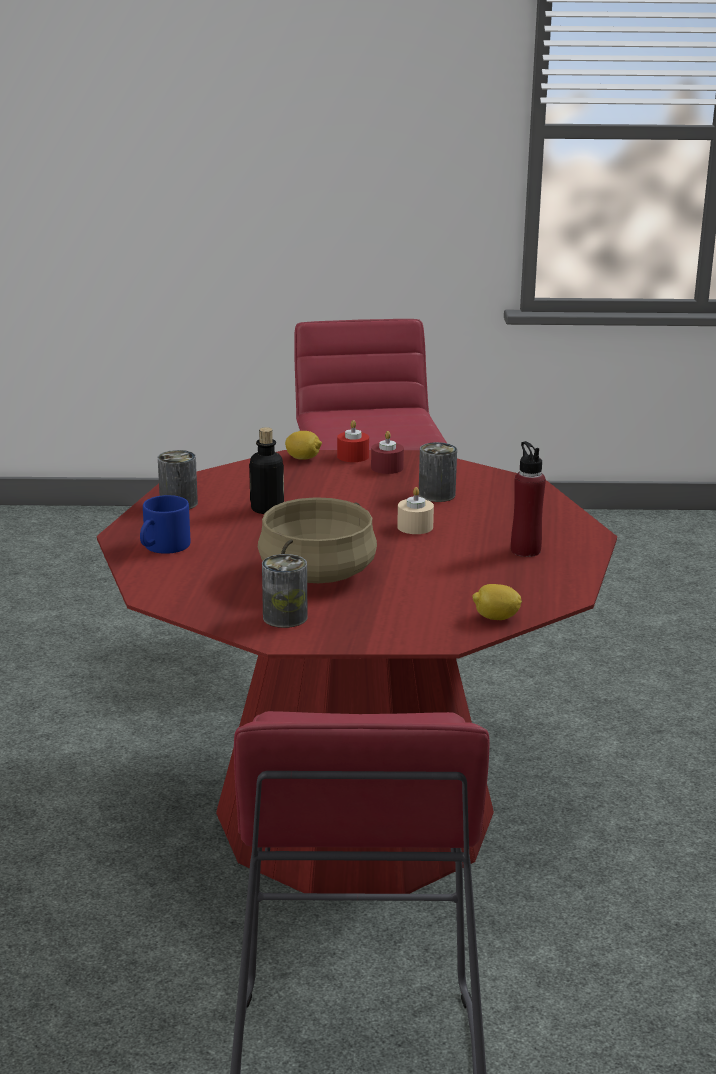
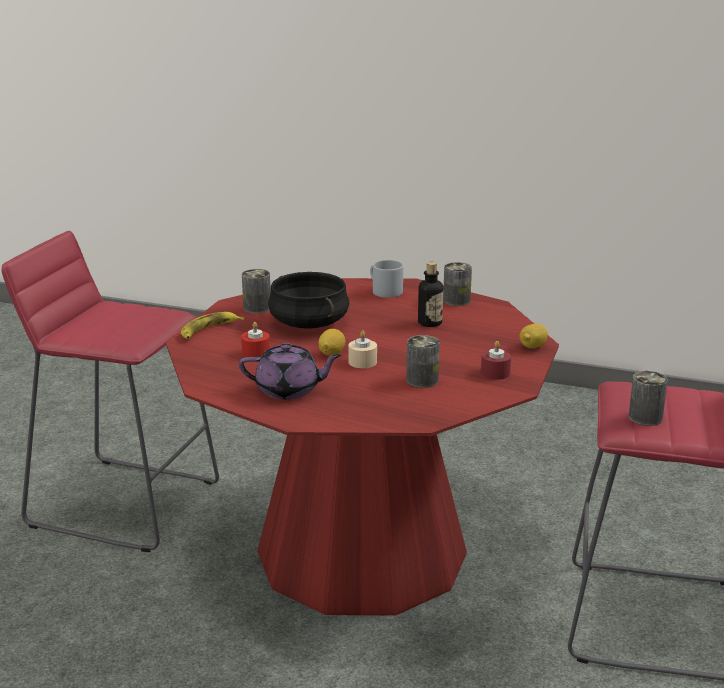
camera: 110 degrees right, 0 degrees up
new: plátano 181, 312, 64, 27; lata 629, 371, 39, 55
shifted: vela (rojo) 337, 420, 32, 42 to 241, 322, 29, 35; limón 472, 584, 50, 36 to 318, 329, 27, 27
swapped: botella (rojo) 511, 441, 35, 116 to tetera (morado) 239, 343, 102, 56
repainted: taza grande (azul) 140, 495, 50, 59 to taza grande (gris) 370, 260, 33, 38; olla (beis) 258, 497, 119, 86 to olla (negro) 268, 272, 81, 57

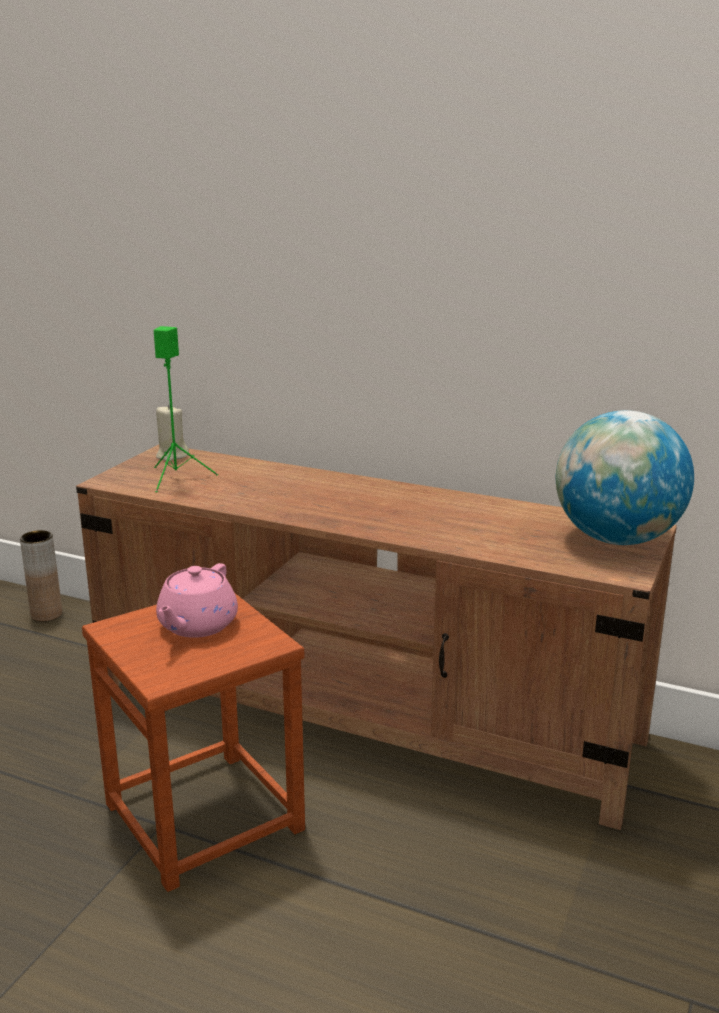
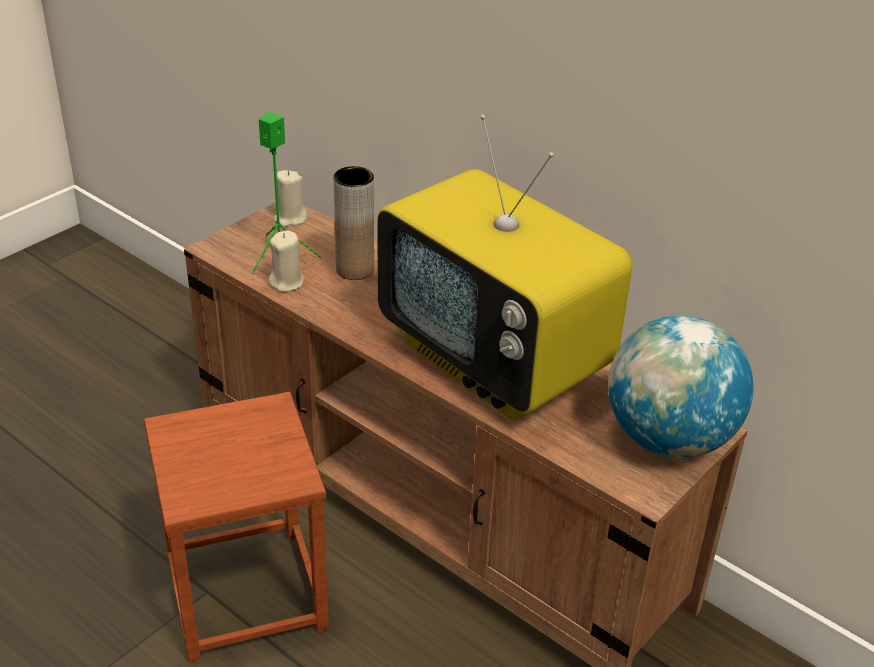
camera: 15 degrees right, 15 degrees up
gone: tetera (rosa) 156, 563, 82, 75
new: vela (beis) 268, 230, 37, 62; televisor 377, 114, 255, 306
shifted: florero (marrón) 20, 530, 42, 92 to 333, 166, 41, 114

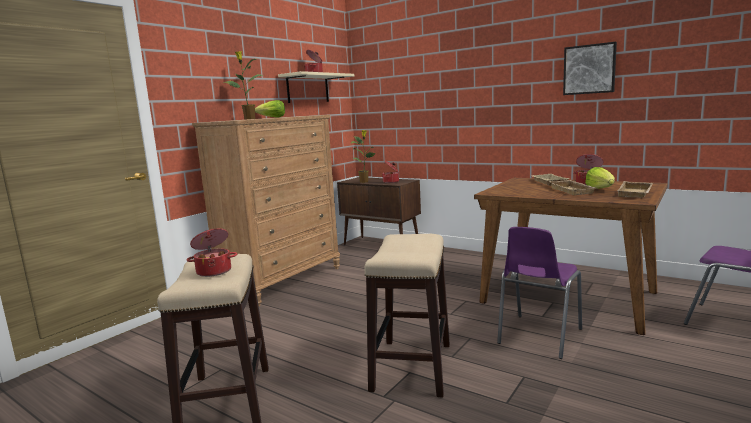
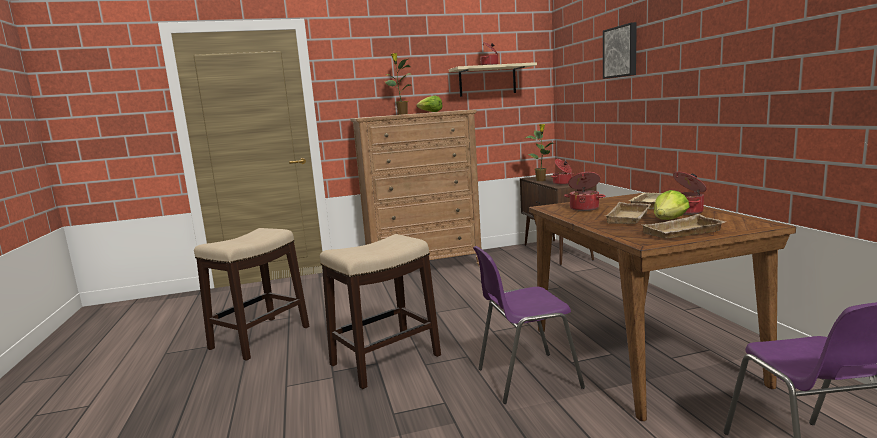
camera: 40 degrees right, 0 degrees up
shifted: olla 186, 228, 51, 49 to 564, 172, 41, 39; cuadro 563, 42, 54, 53 to 603, 22, 34, 57

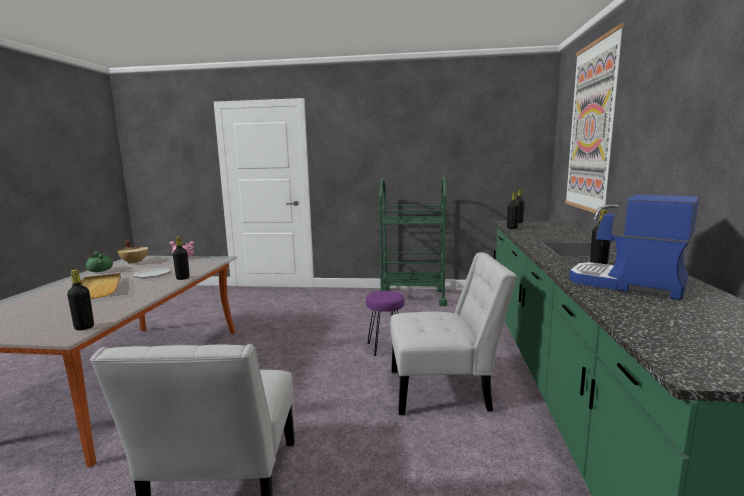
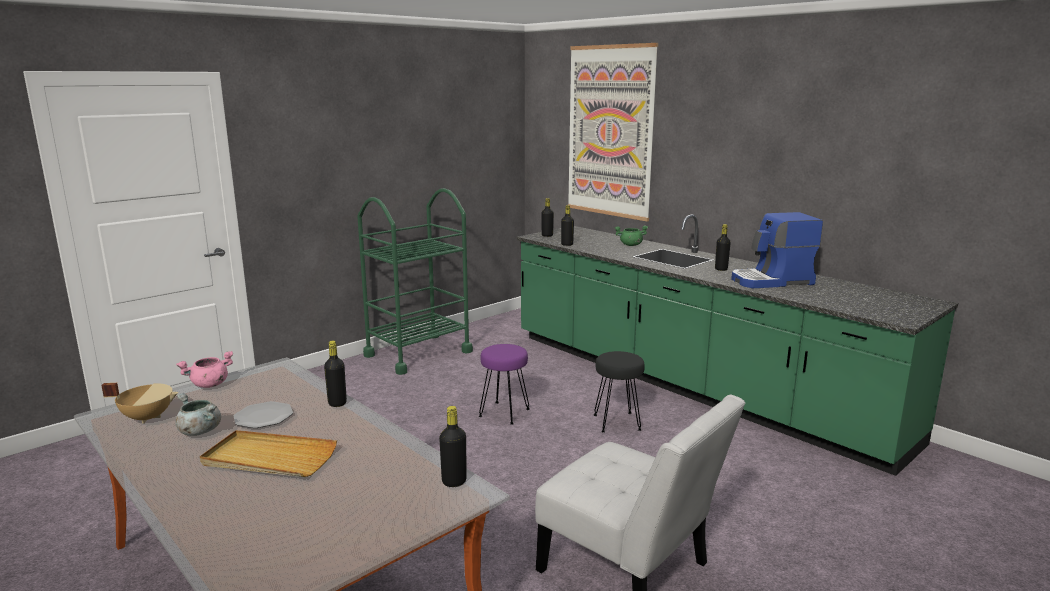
camera: 50 degrees left, 5 degrees up
new: olla (gris) 176, 393, 45, 43
shifted: olla (verde) 86, 251, 27, 21 to 614, 226, 34, 20
swapped: silla (blanco) 390, 252, 127, 163 to taburete (negro) 593, 351, 52, 82

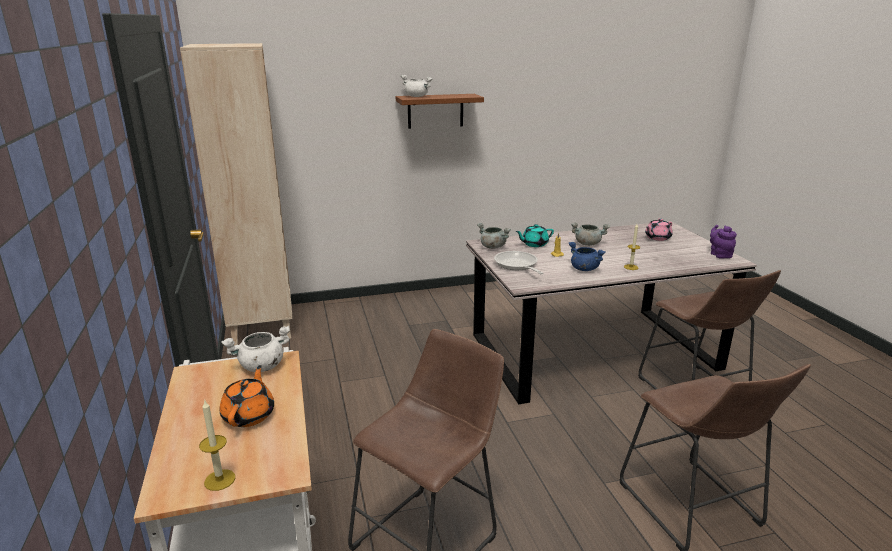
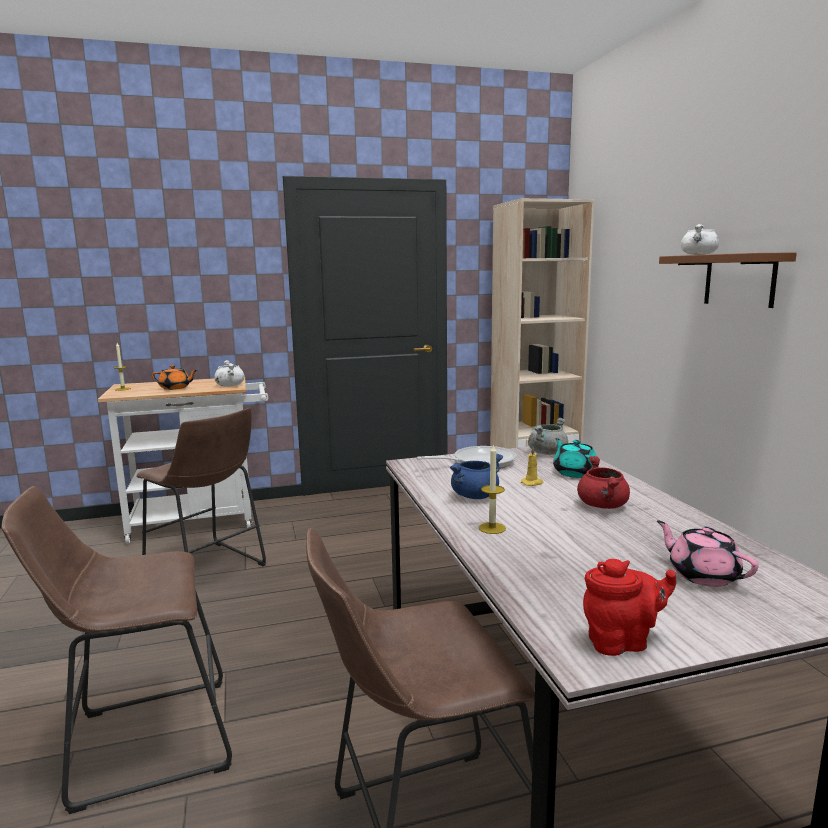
camera: 90 degrees right, 10 degrees down
repainted: olla (gris) 571, 223, 39, 23 to olla (rojo) 577, 456, 53, 53; tetera (morado) 710, 225, 27, 34 to tetera (rojo) 583, 559, 93, 97

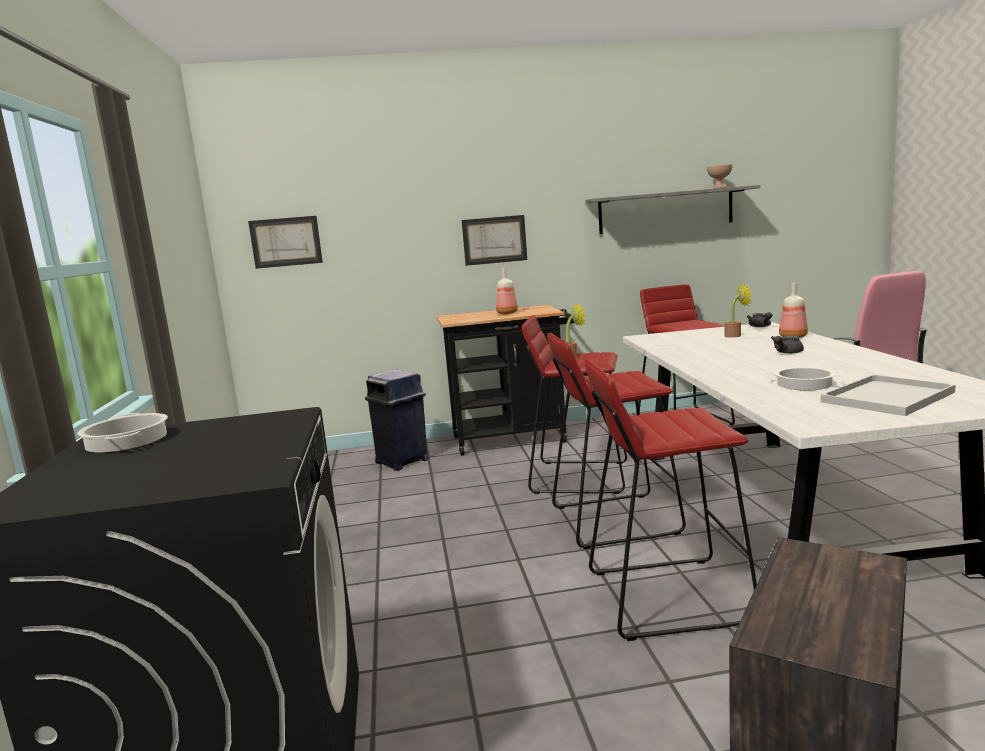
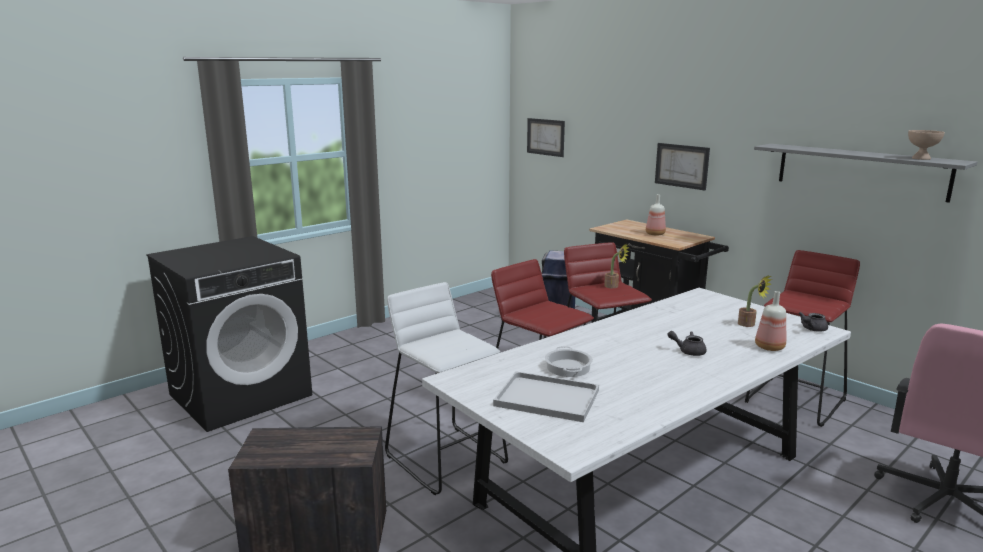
camera: 55 degrees right, 5 degrees up
gone: olla 77, 413, 91, 40
repainted: taburete (rojo) 585, 359, 172, 282 to taburete (blanco) 385, 282, 123, 213

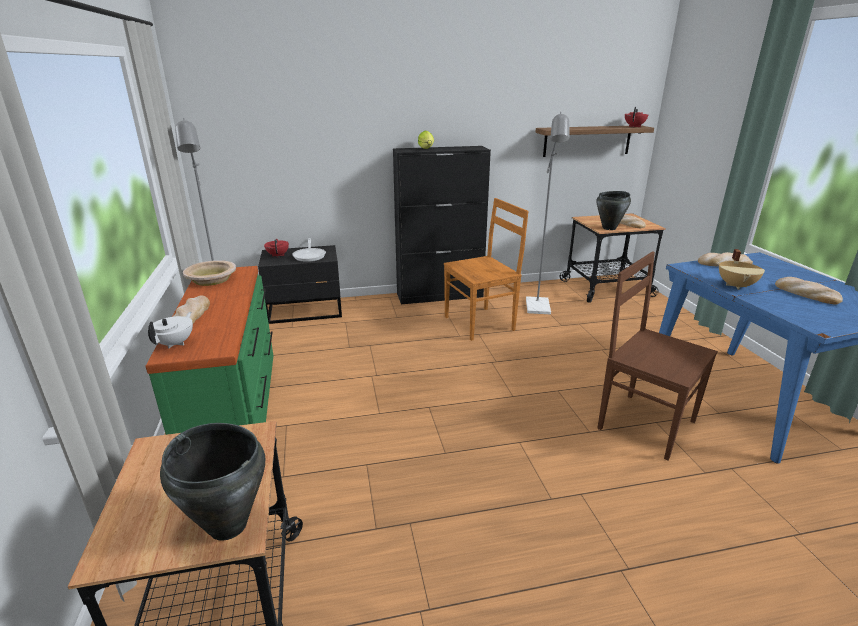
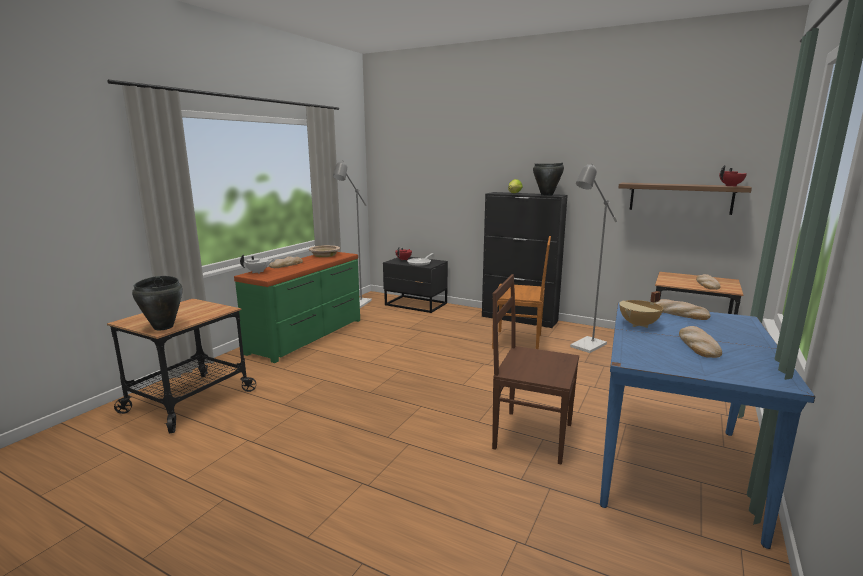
camera: 40 degrees right, 10 degrees down
shifted: olla (negro) 597, 191, 34, 39 to 533, 163, 31, 33
rotated: silla (marrón) 597, 252, 121, 209 = 492, 274, 87, 191 60 degrees counterclockwise

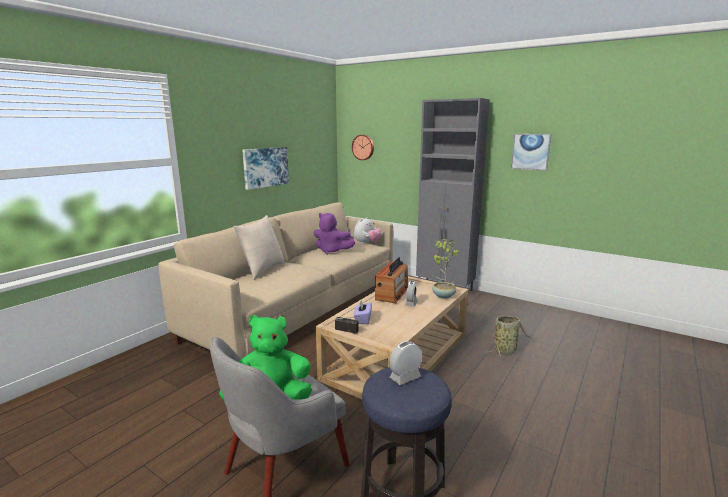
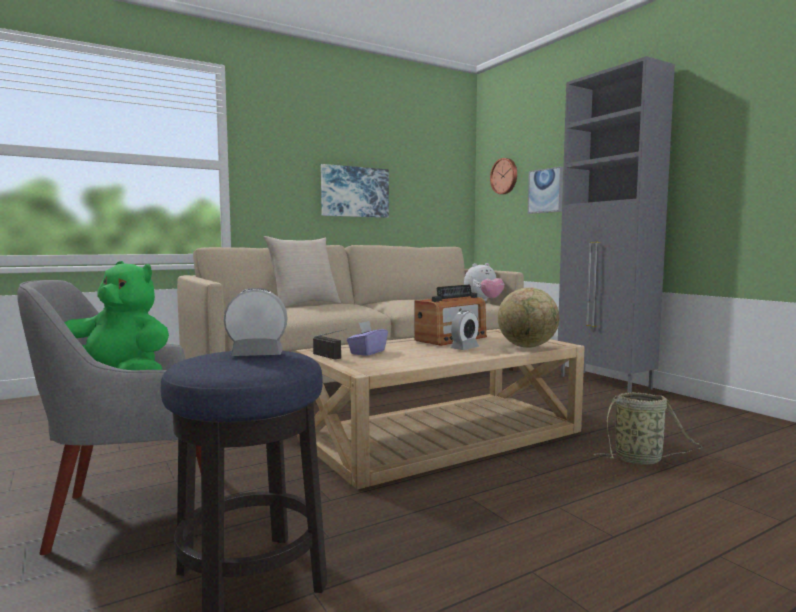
camera: 25 degrees right, 10 degrees down
gone: peluche (morado) 314, 213, 41, 42
shifted: cuadro 511, 134, 41, 37 to 528, 166, 35, 48
swapped: planta en maceta 431, 239, 29, 60 to globo terráqueo 498, 288, 61, 60

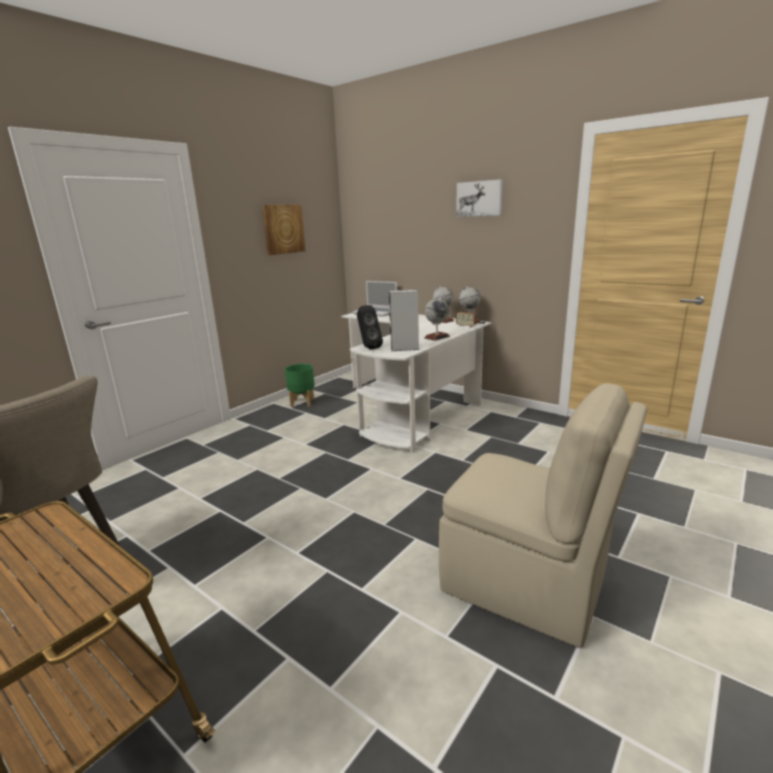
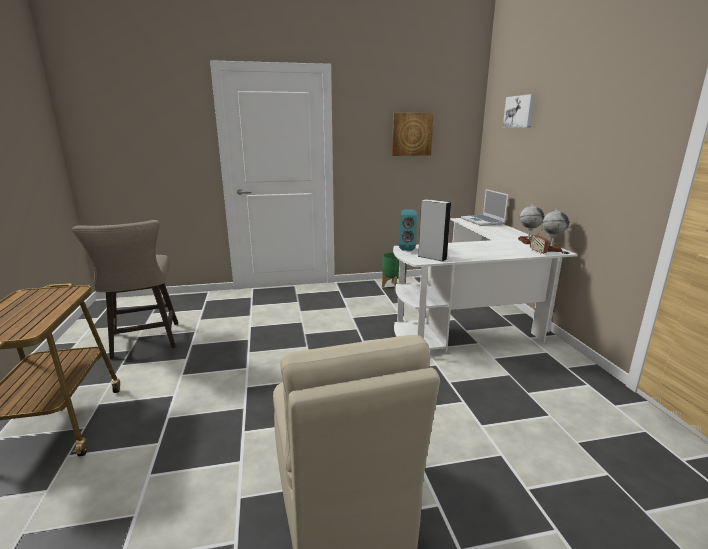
camera: 40 degrees right, 0 degrees up
gone: globo terráqueo 424, 297, 26, 44
shifted: cuadro 456, 179, 47, 38 to 503, 94, 32, 34
repainted: altavoz (negro) 357, 305, 26, 44 to altavoz (turquesa) 399, 209, 18, 42

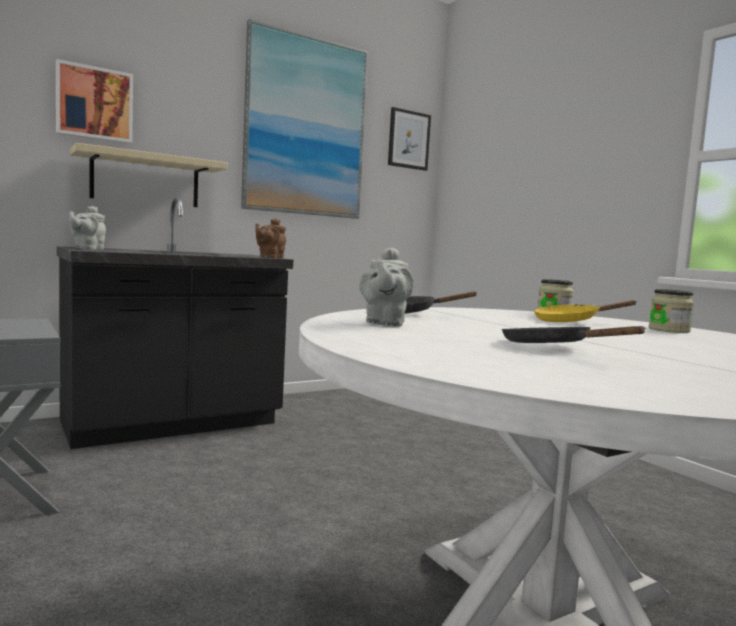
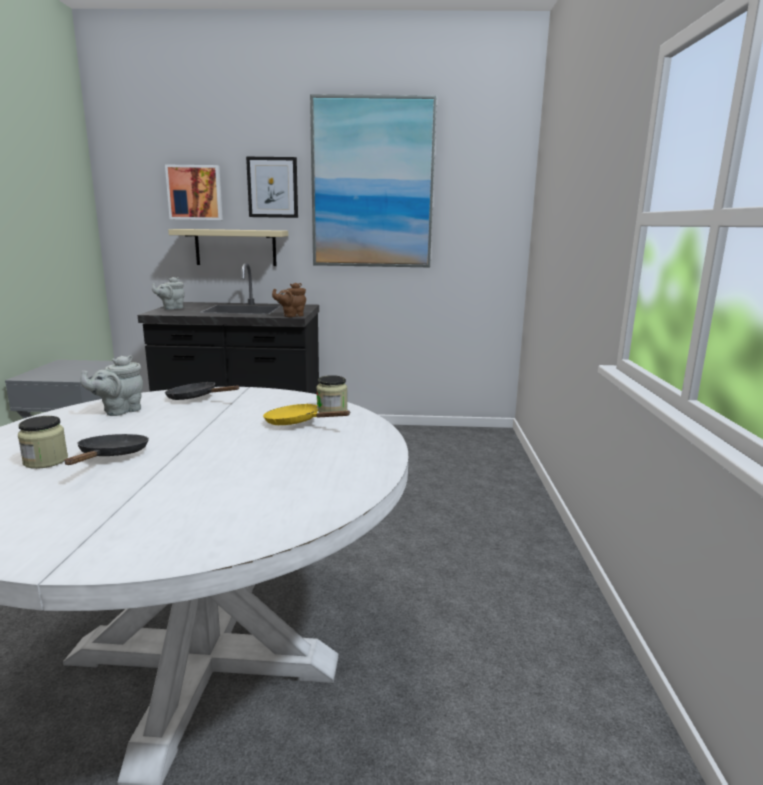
camera: 35 degrees right, 10 degrees up
shifted: cuadro 388, 107, 43, 64 to 246, 157, 52, 61; tarro 649, 289, 45, 44 to 18, 416, 50, 53

